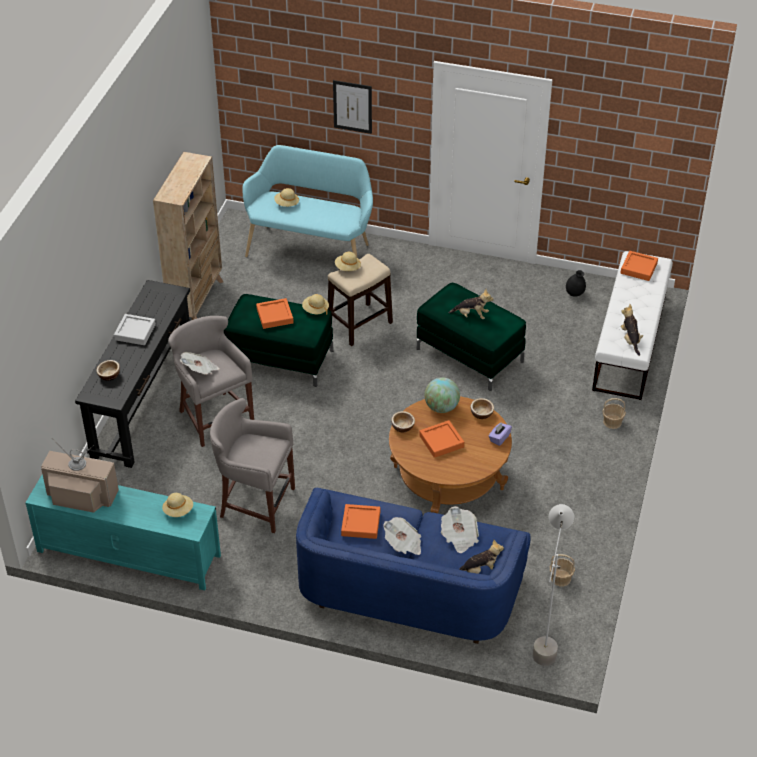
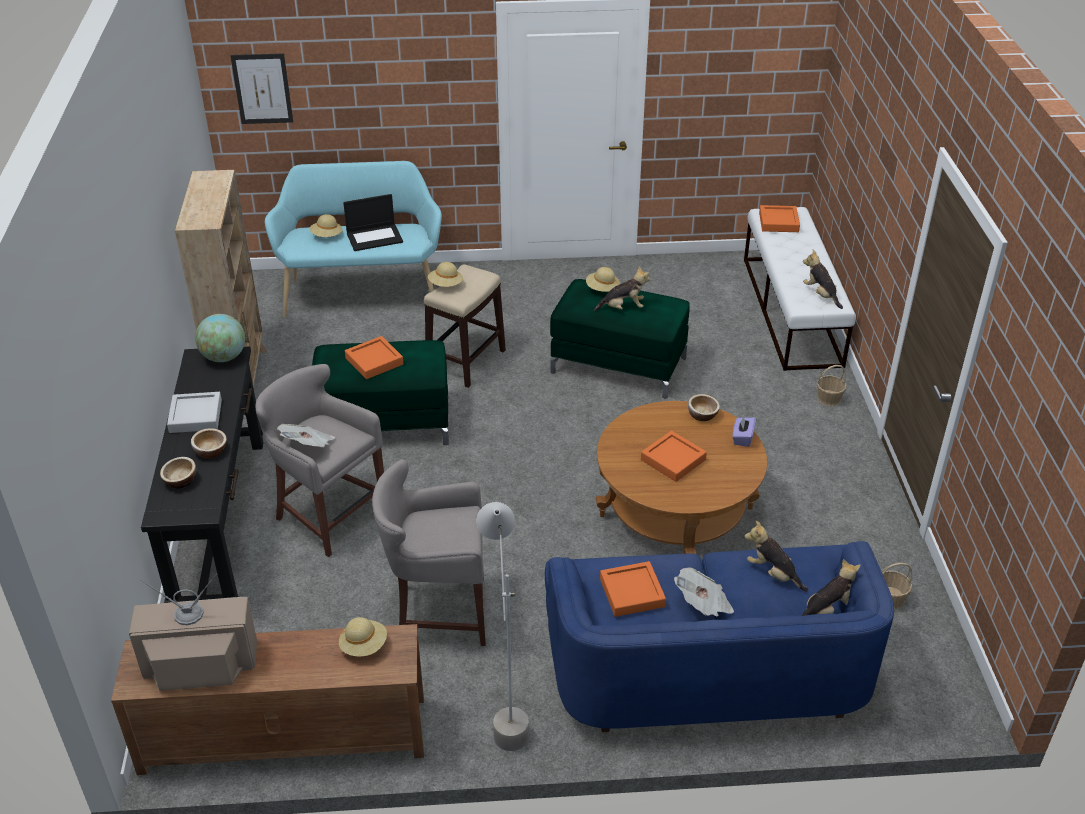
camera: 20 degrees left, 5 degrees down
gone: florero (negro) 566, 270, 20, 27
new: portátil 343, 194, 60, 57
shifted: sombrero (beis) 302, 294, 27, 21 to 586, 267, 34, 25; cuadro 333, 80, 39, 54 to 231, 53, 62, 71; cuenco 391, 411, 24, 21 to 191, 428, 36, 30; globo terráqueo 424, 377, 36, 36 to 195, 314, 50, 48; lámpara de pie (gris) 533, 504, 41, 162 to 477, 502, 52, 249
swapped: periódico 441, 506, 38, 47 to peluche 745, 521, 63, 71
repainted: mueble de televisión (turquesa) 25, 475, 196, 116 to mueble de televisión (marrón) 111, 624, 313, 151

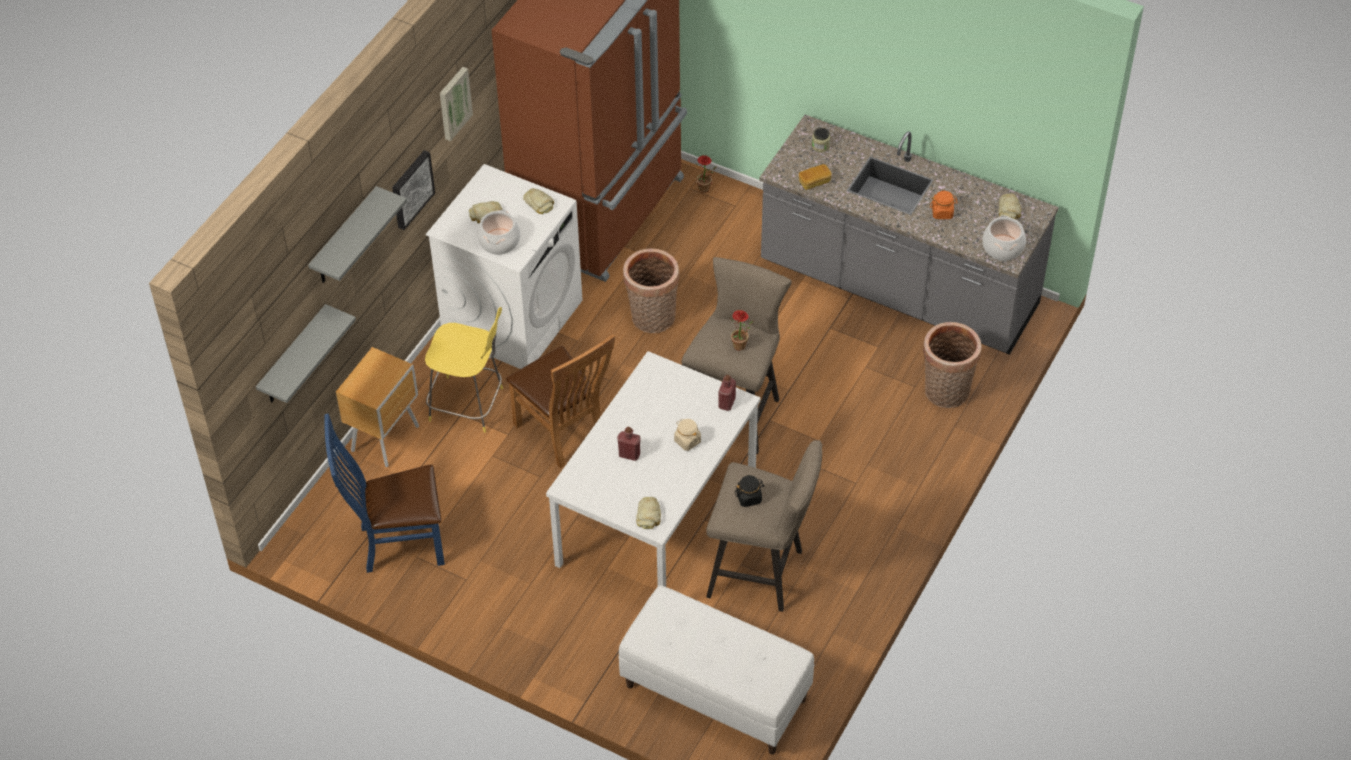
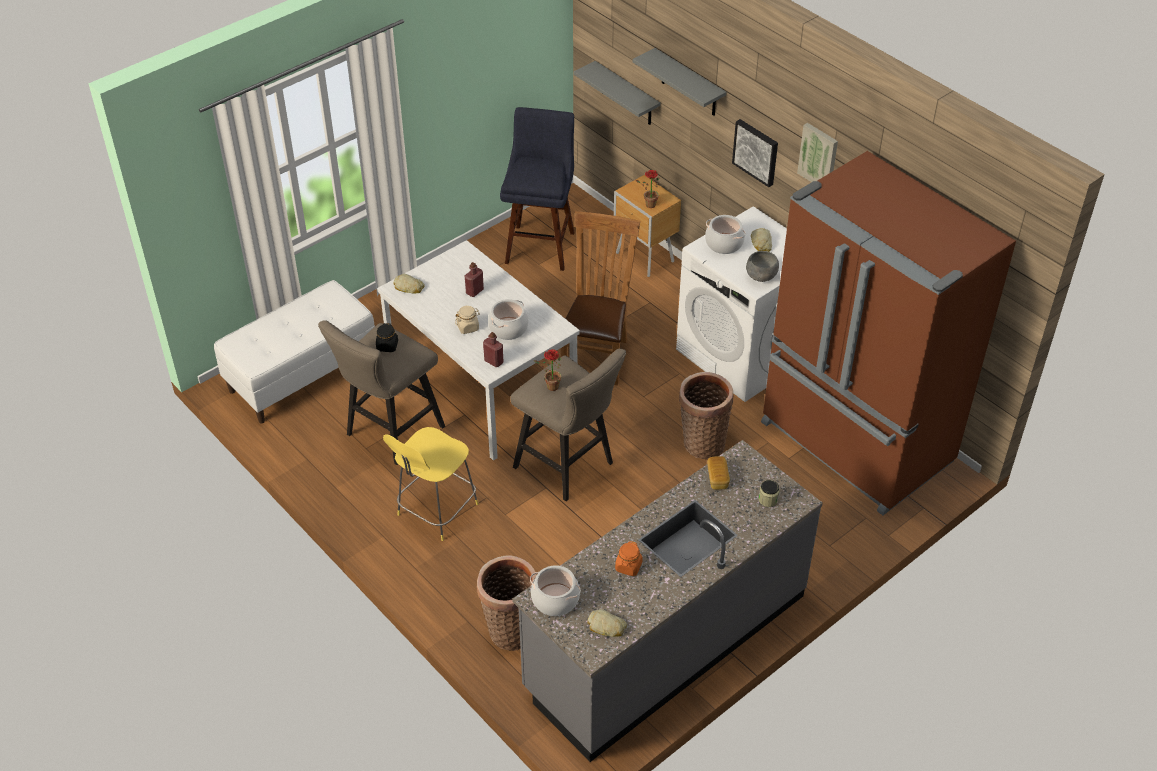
camera: 110 degrees right, 5 degrees down
new: olla 488, 299, 41, 41
shifted: taburete (amarillo) 425, 307, 78, 126 to 383, 427, 95, 114; planta en maceta 696, 155, 21, 38 to 636, 170, 24, 38
swapped: silla (azul) 325, 413, 120, 160 to taburete (azul) 500, 107, 75, 164; pan 523, 188, 31, 26 to cuenco (gris) 746, 251, 33, 31
rotated: silla (marrón) 506, 334, 109, 134 = 561, 211, 79, 175 120 degrees clockwise

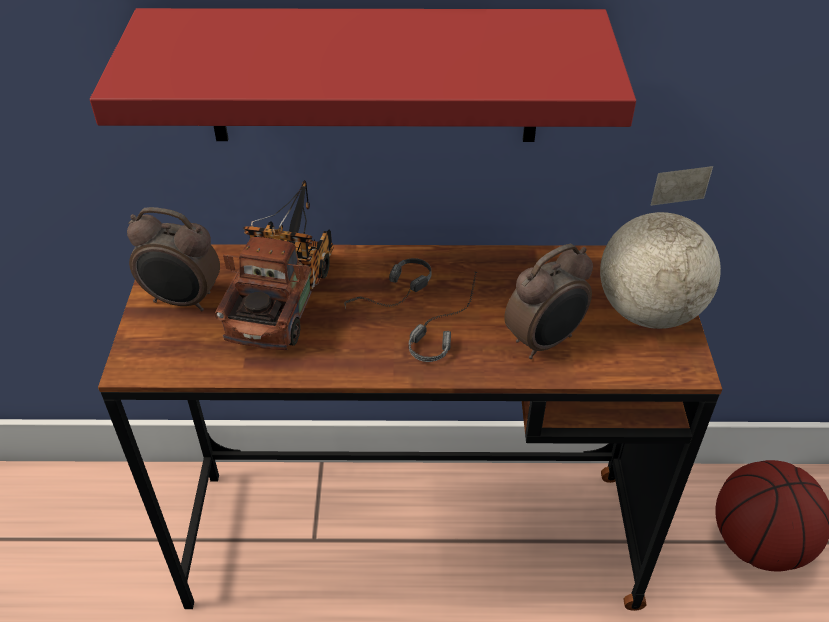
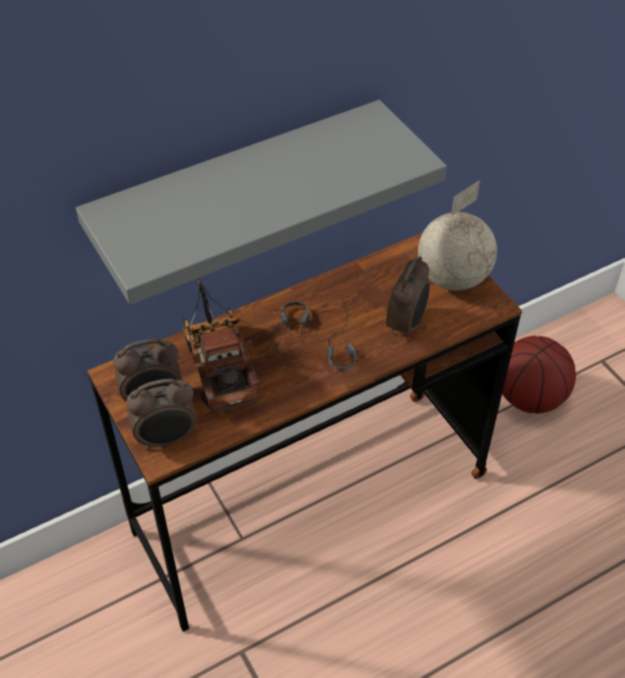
camera: 30 degrees left, 5 degrees up
new: despertador 126, 379, 71, 71
repainted: estante (rojo) 90, 8, 546, 134 to estante (gris) 76, 100, 371, 205

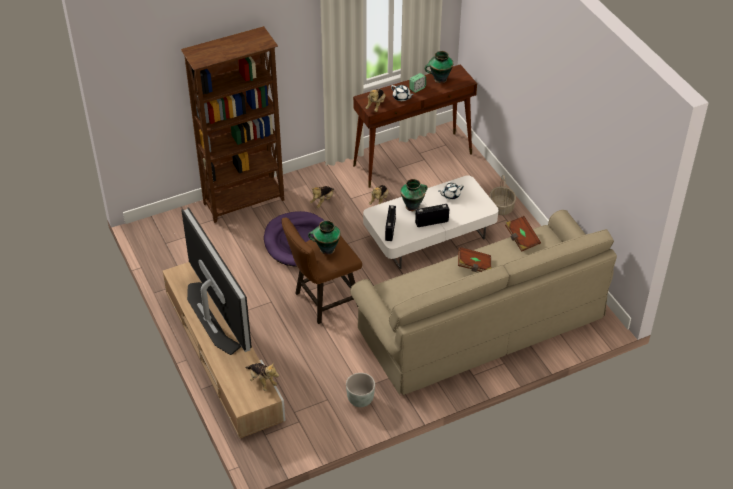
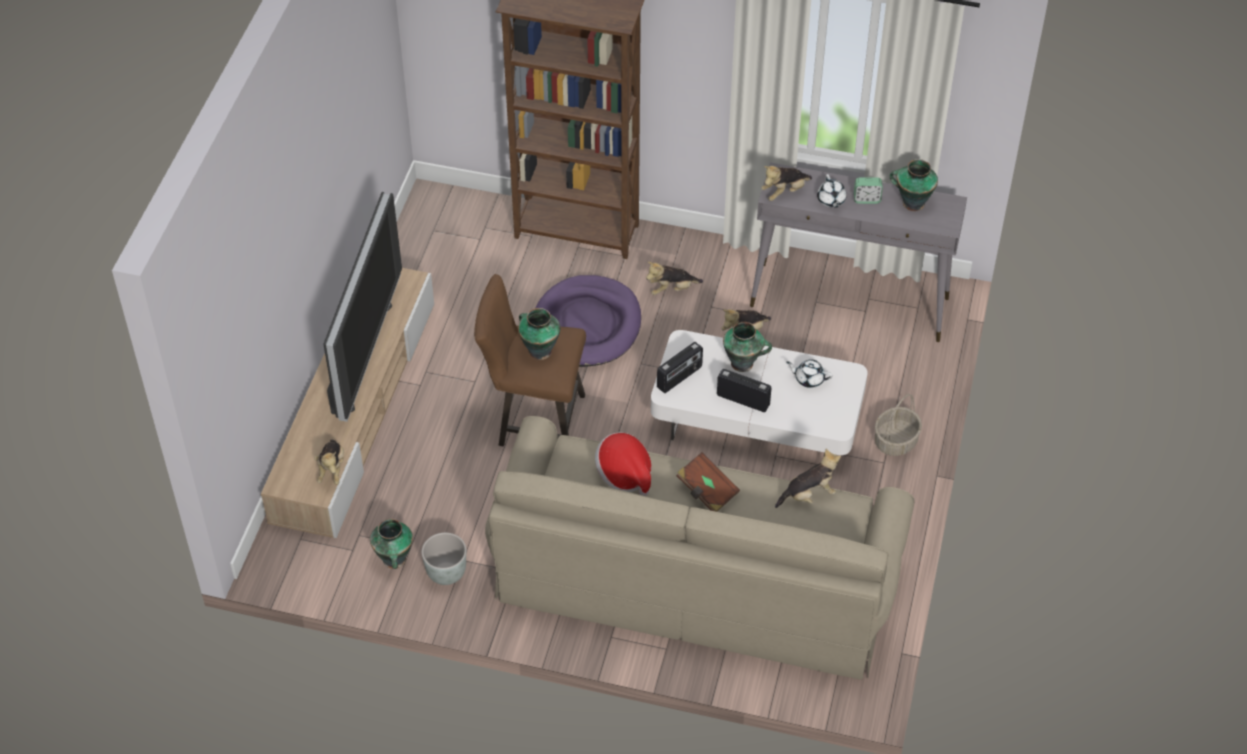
camera: 40 degrees right, 5 degrees up
new: florero 370, 519, 43, 50; sombrero 595, 432, 57, 64
swapped: libro (marrón) 505, 216, 36, 36 to peluche 775, 448, 66, 60
repainted: mesa consola (marrón) 353, 64, 124, 124 to mesa consola (gris) 750, 162, 217, 180

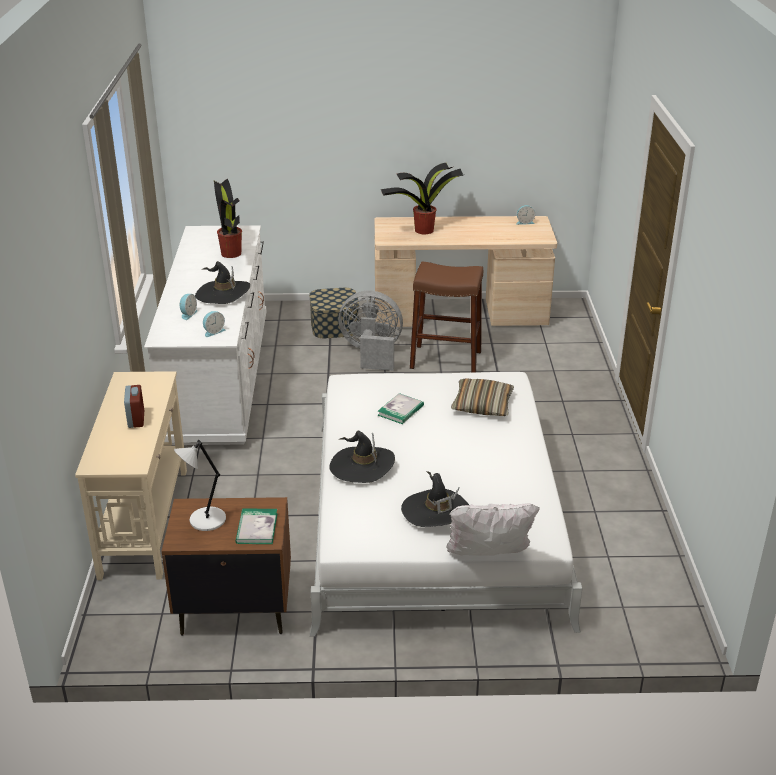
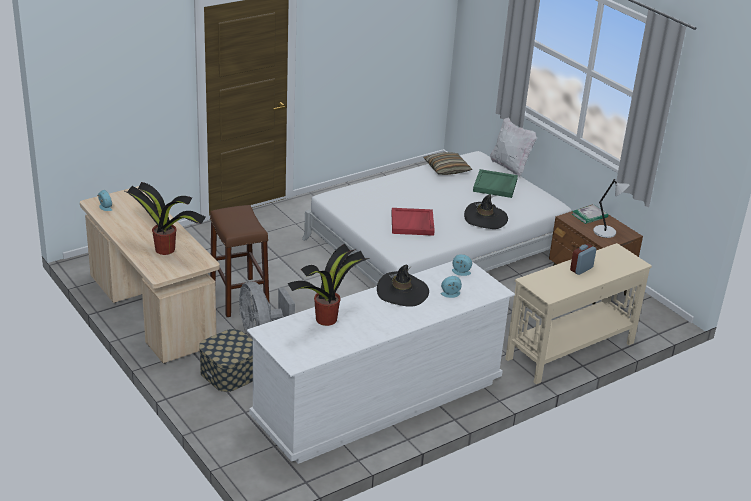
camera: 125 degrees left, 0 degrees up
shifted: cojín 451, 378, 63, 38 to 423, 152, 50, 23
swapped: libro 378, 393, 46, 31 to bandeja (rojo) 391, 208, 44, 28; sombrero (negro) 401, 471, 68, 56 to bandeja (verde) 473, 169, 45, 29

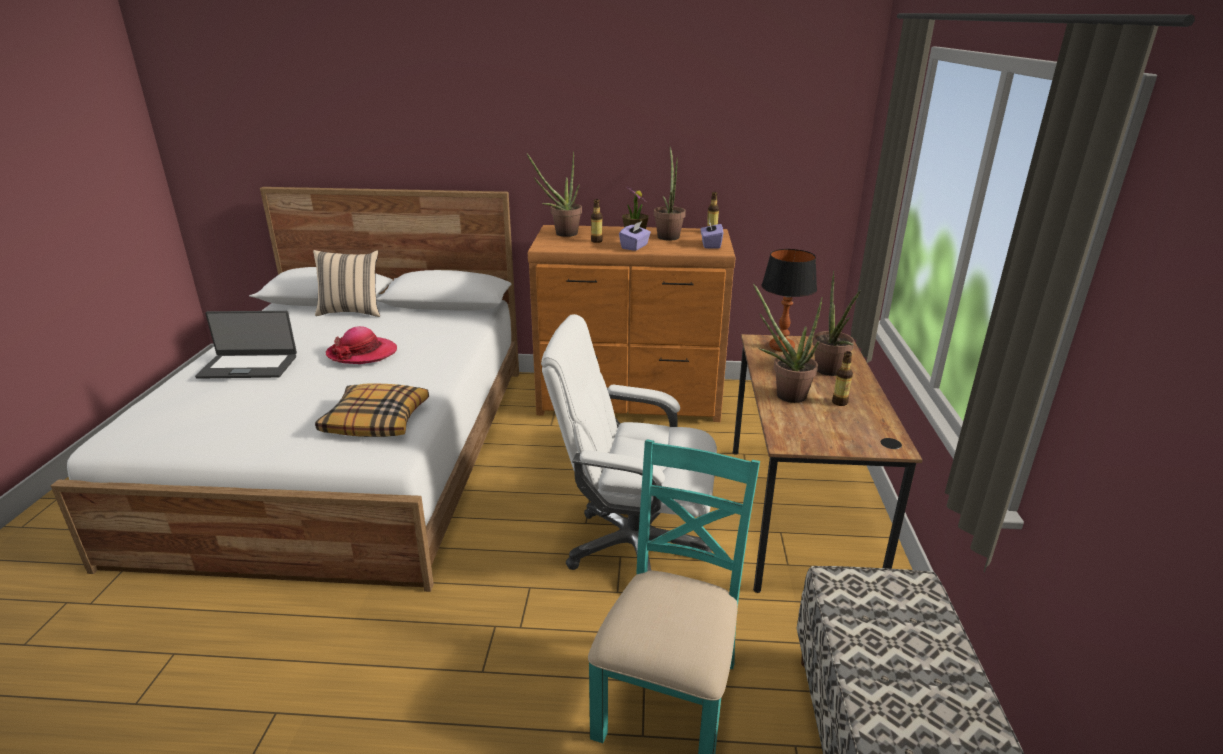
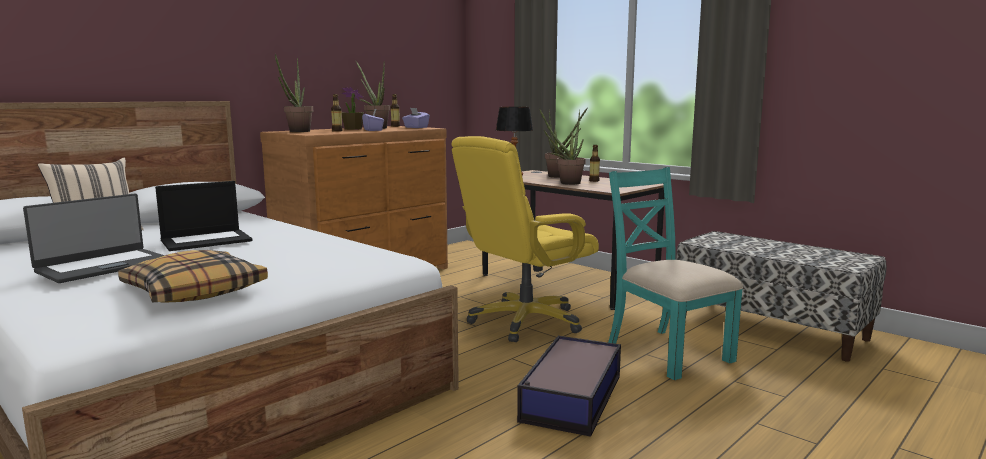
camera: 50 degrees left, 15 degrees down
new: caja de almacenaje 517, 336, 104, 101
shifted: cojín 315, 384, 114, 53 to 118, 250, 150, 53
swapped: sombrero 326, 326, 71, 38 to portátil 155, 181, 98, 70
repainted: silla de oficina (blanco) 541, 314, 176, 257 to silla de oficina (amarillo) 451, 136, 148, 206

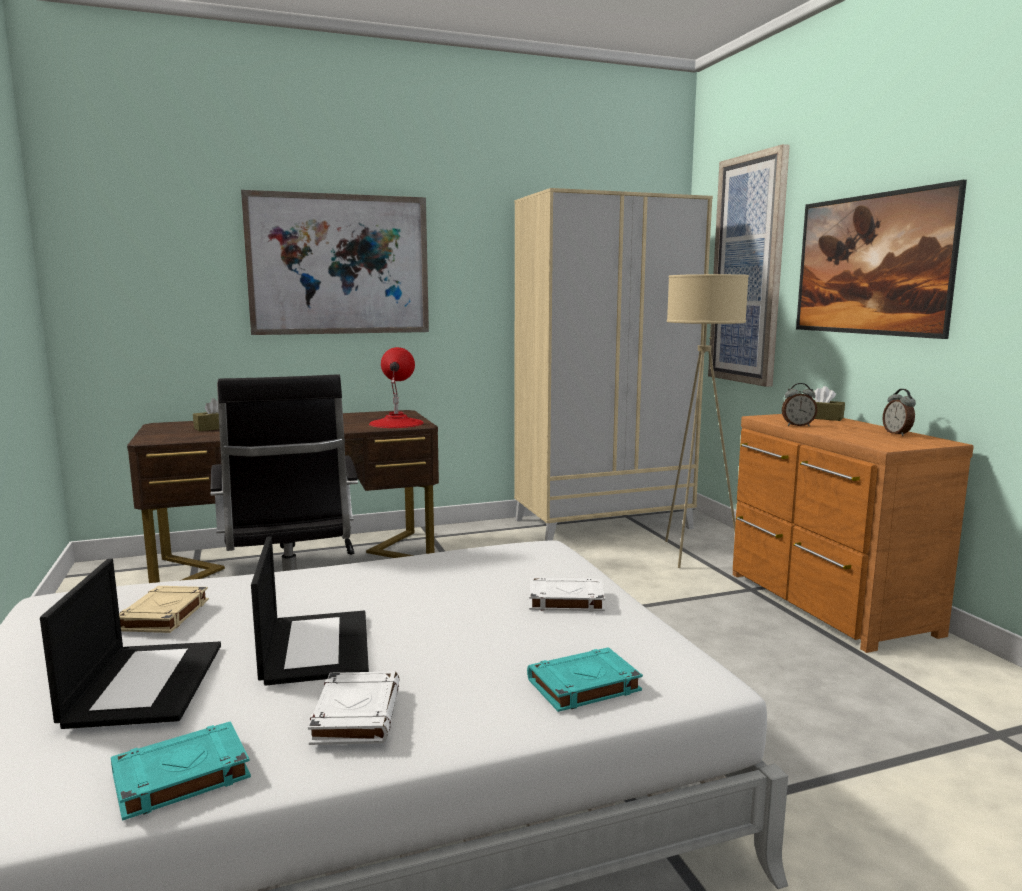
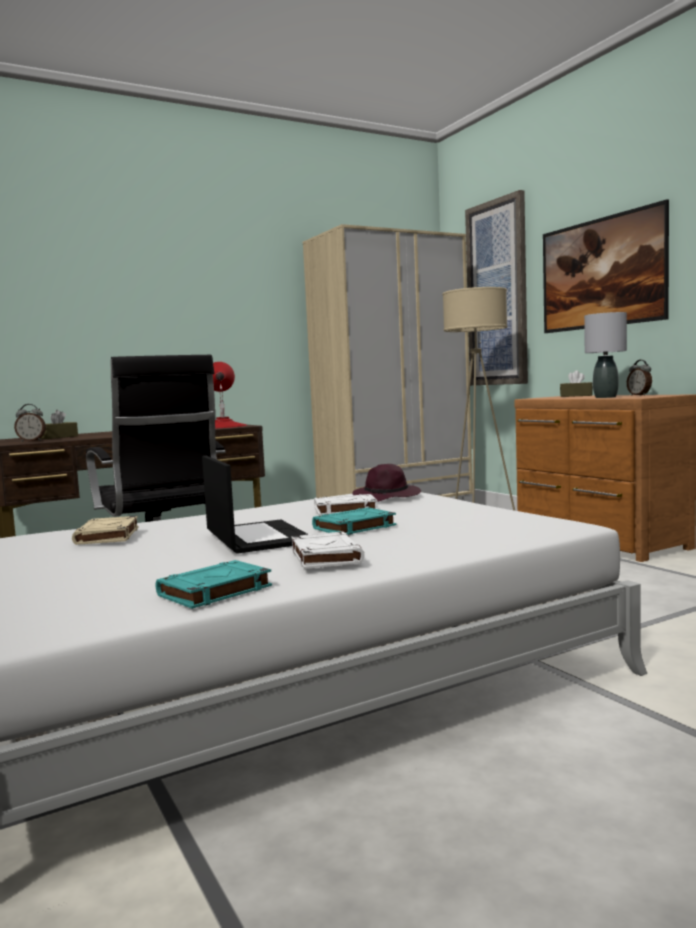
camera: 10 degrees left, 5 degrees down
gone: portátil 40, 559, 181, 170; cuadro 241, 190, 188, 145
new: sombrero (morado) 352, 464, 69, 38; lámpara de mesa (gris) 584, 312, 43, 86
shifted: libro (turquesa) 527, 647, 116, 65 to 312, 507, 84, 28; libro (blanco) 529, 577, 76, 35 to 314, 494, 63, 21; despertador 782, 383, 35, 43 to 14, 404, 32, 38

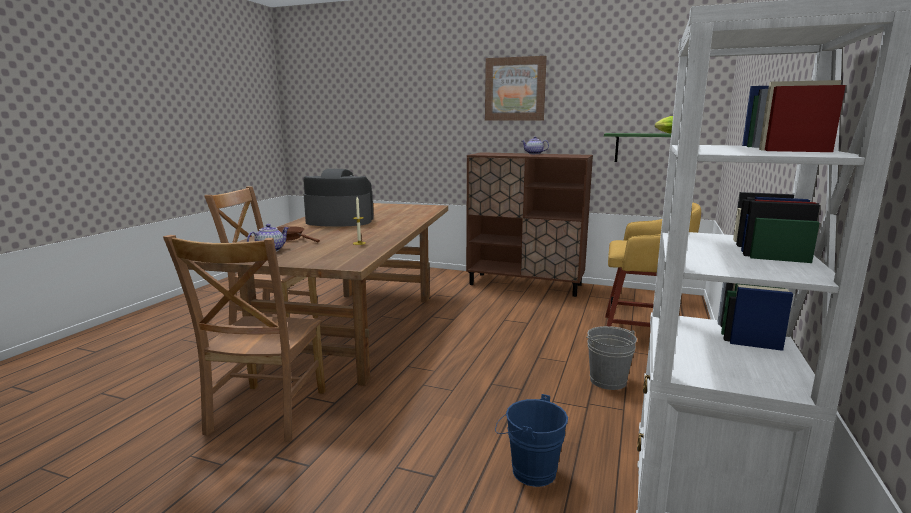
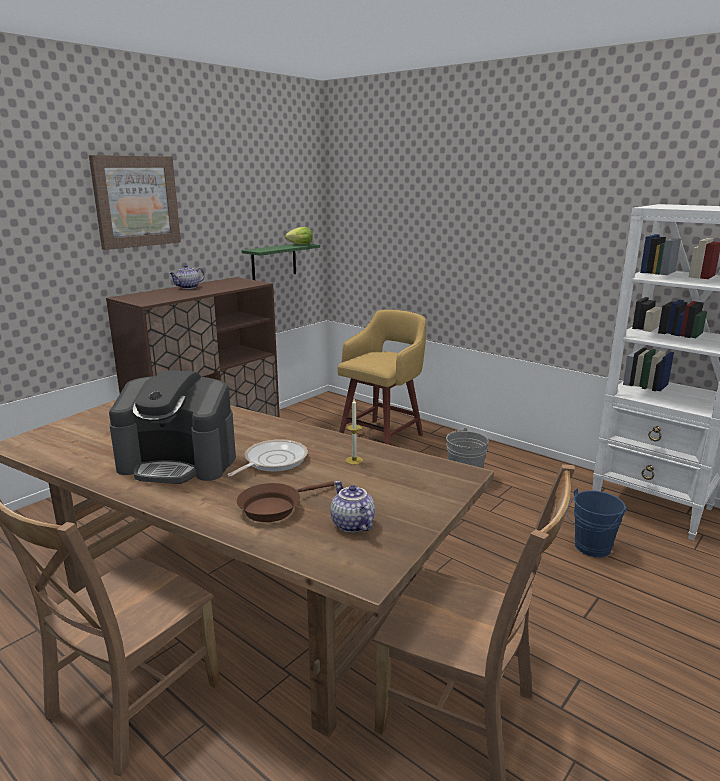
camera: 70 degrees left, 5 degrees up
new: sartén 227, 439, 81, 38
rotated: cafetera 303, 169, 71, 58 = 109, 370, 127, 114 105 degrees counterclockwise

